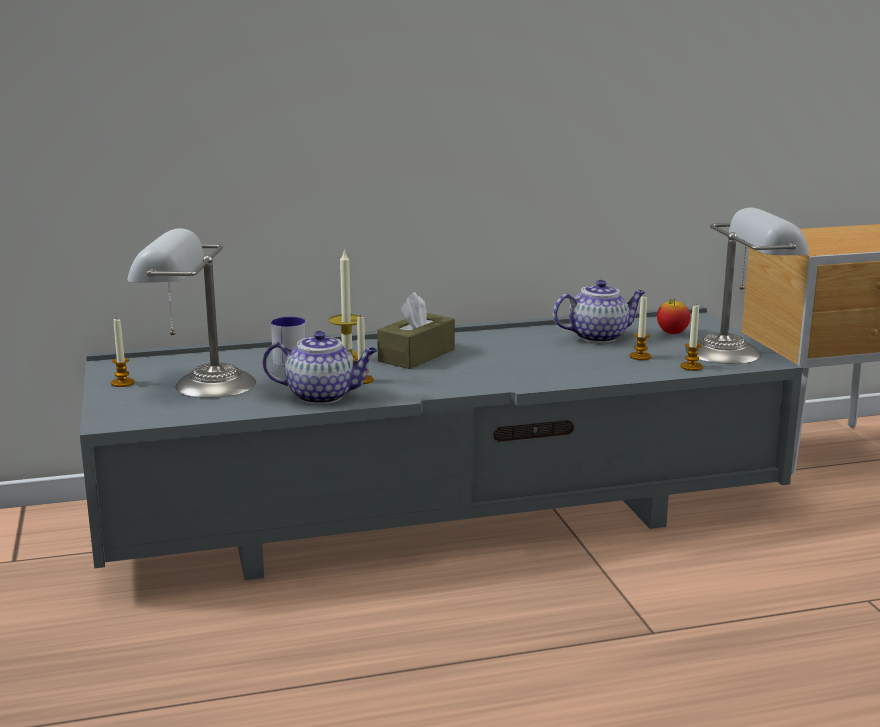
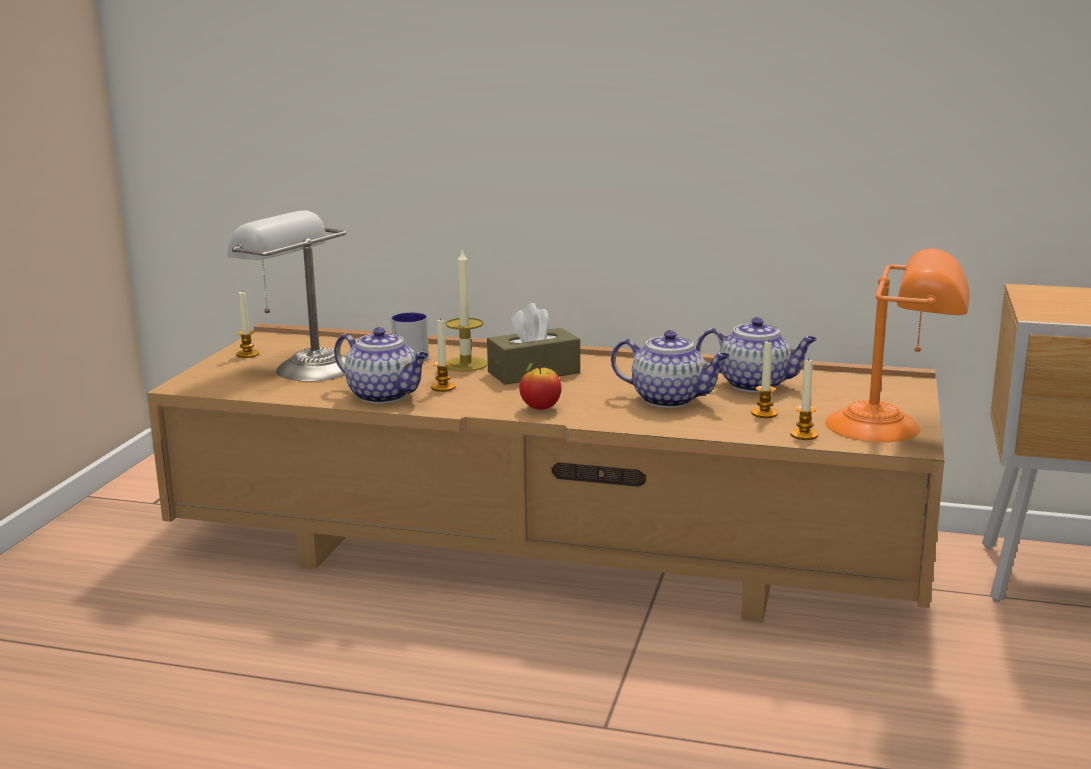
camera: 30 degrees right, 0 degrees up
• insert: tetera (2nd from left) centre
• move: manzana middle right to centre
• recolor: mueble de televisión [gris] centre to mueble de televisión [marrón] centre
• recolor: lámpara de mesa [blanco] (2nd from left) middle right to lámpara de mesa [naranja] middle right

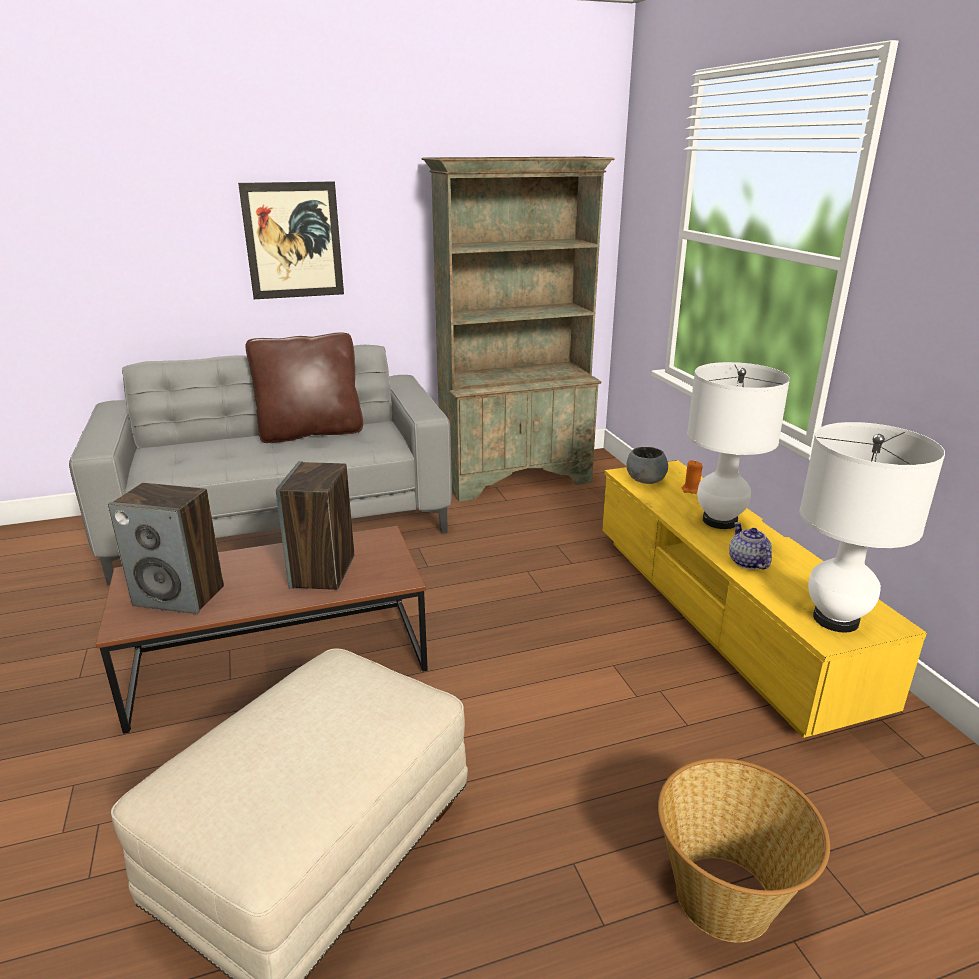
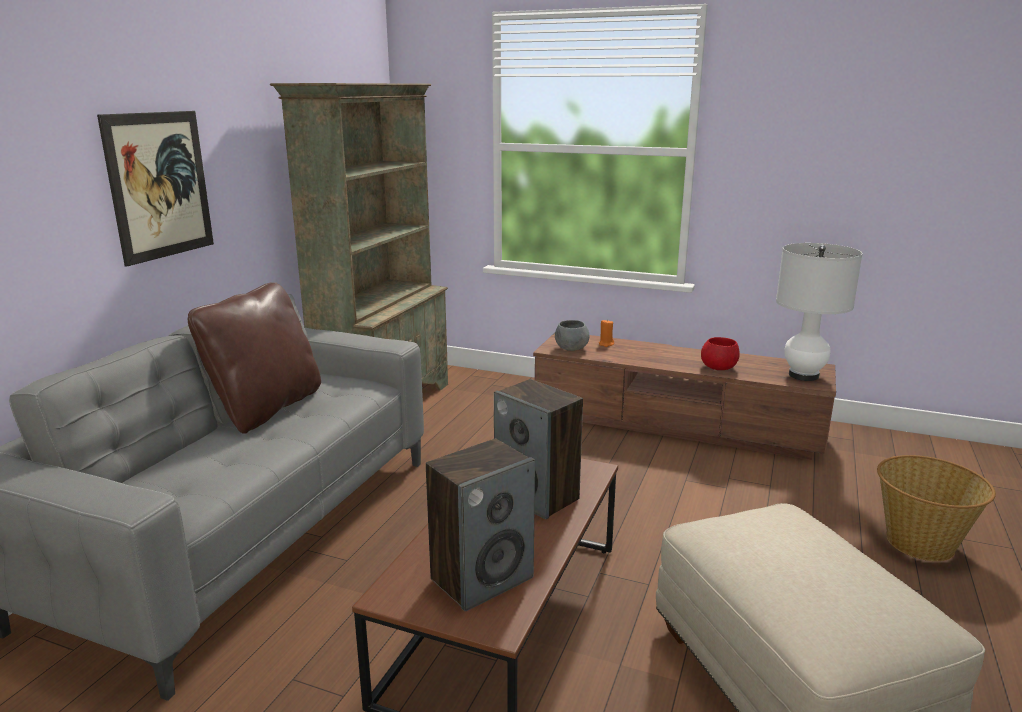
camera: 50 degrees left, 5 degrees down
• delete: lámpara de mesa [blanco] (1st from left) middle right
• replace: tetera middle right to cuenco [rojo] middle right
• recolor: mueble de televisión [amarillo] middle right to mueble de televisión [marrón] middle right

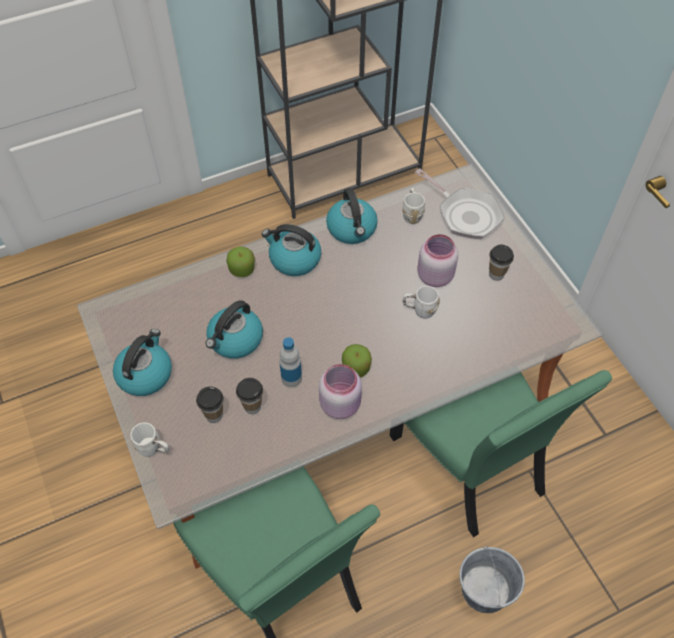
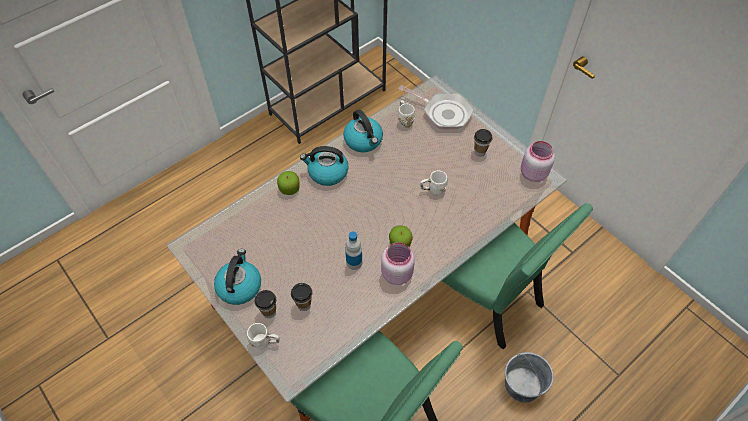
camera: 15 degrees left, 0 degrees up
• delete: hervidor (2nd from left) centre
• move: taza (2nd from left in the first image) centre to taza (1st from left) bottom centre
• move: tarro [rosa] (2nd from left) centre to middle right

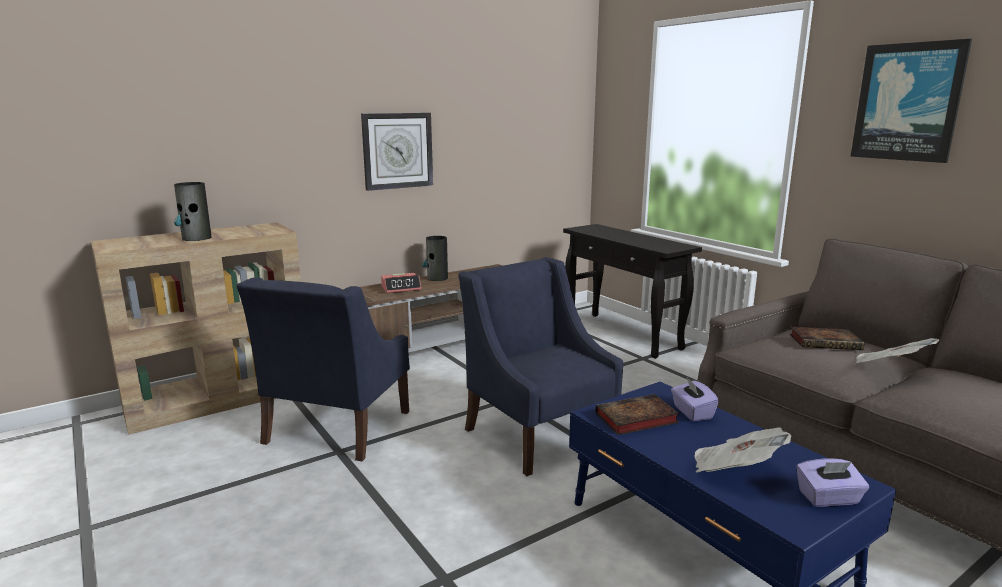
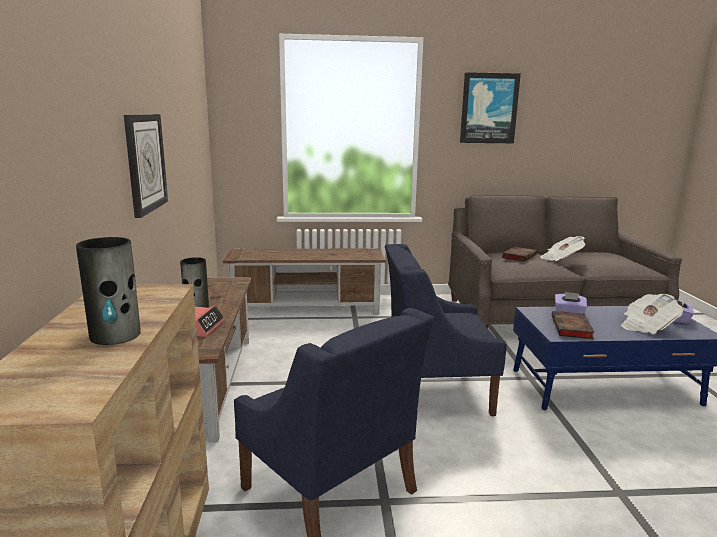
camera: 60 degrees left, 0 degrees up
• replace: mesa consola [negro] centre to mueble de televisión [marrón] (2nd from left) centre

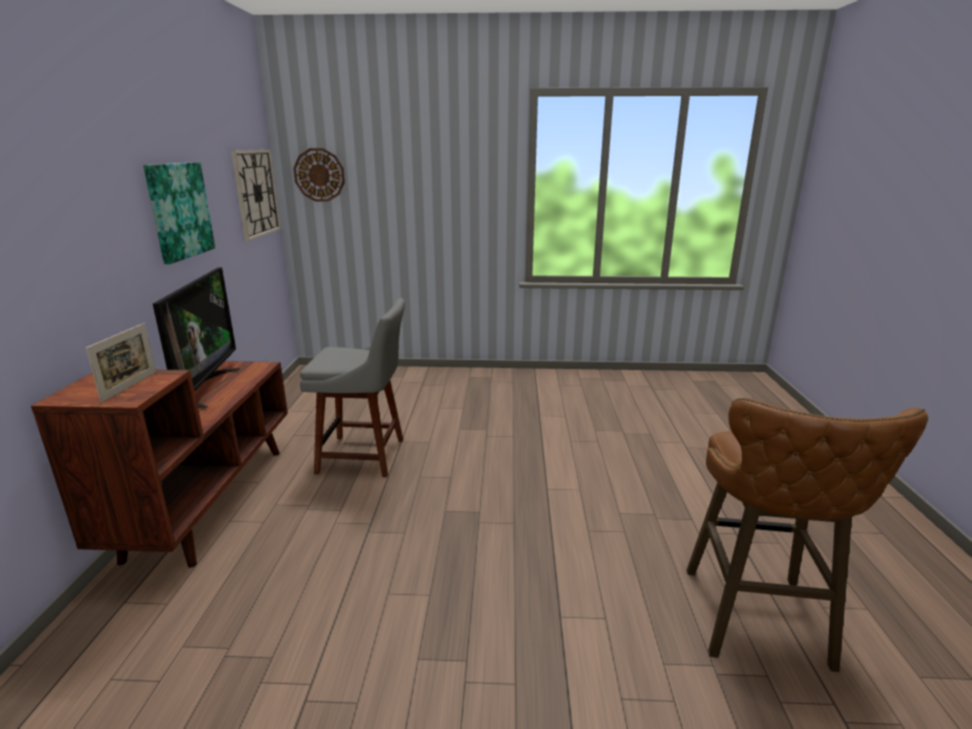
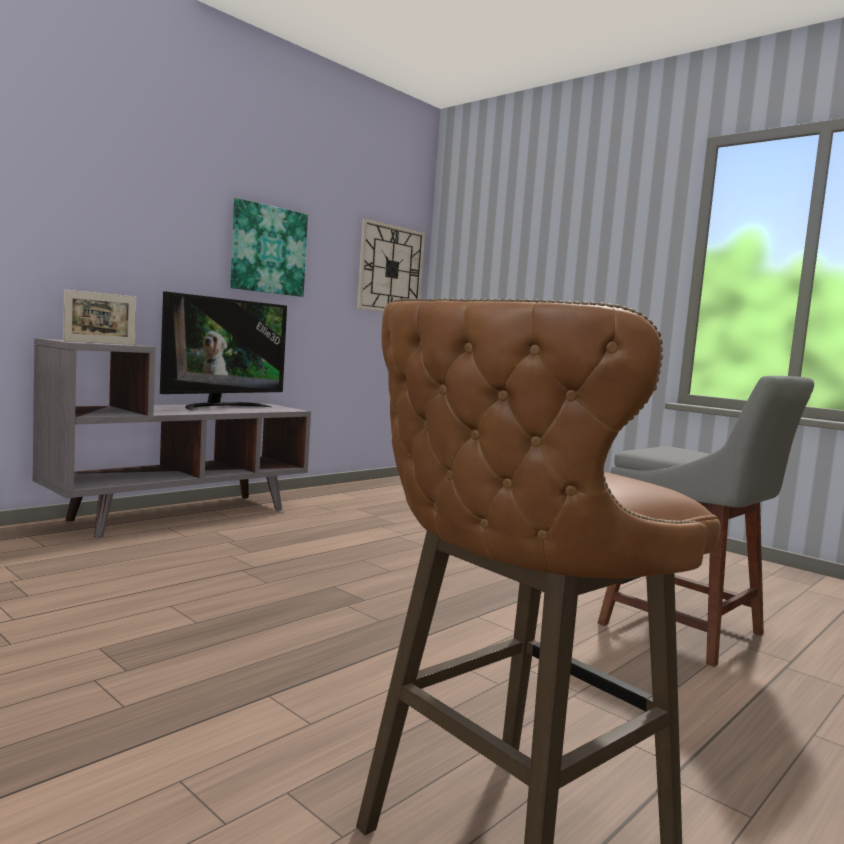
camera: 40 degrees right, 15 degrees down
• delete: reloj de pared (2nd from left) top left
• move: taburete [gris] centre to middle right
• recolor: mueble de televisión [marrón] middle left to mueble de televisión [gris] middle left

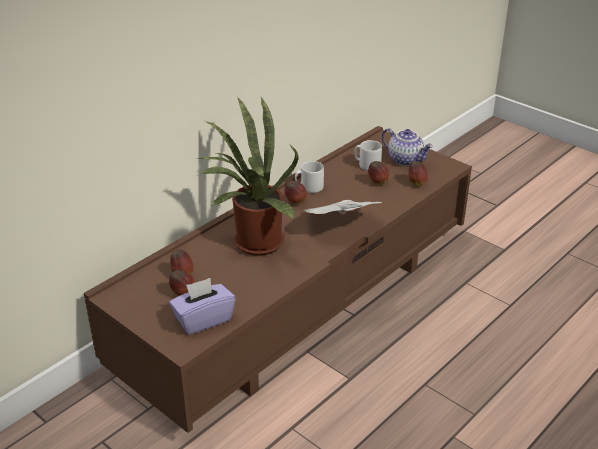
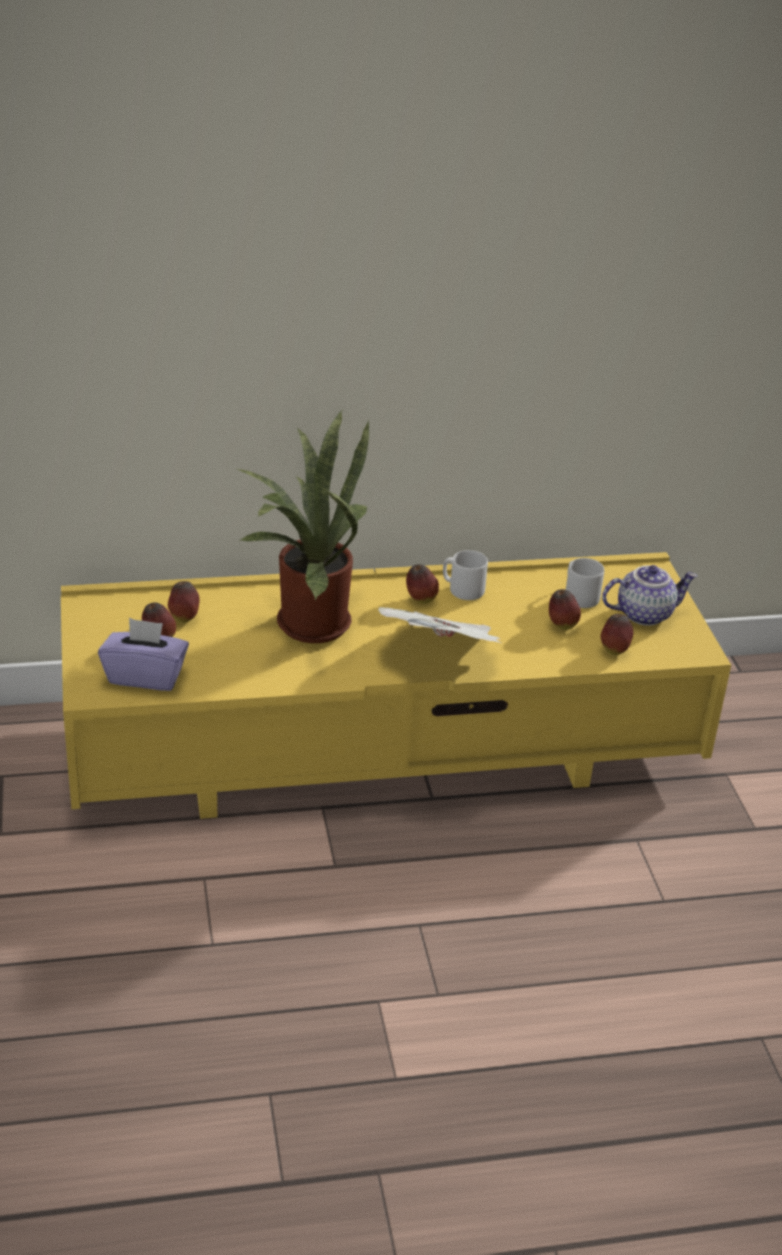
camera: 35 degrees right, 0 degrees up
• recolor: mueble de televisión [marrón] centre to mueble de televisión [amarillo] centre
• rotate: tetera top right = middle right 90 degrees counterclockwise

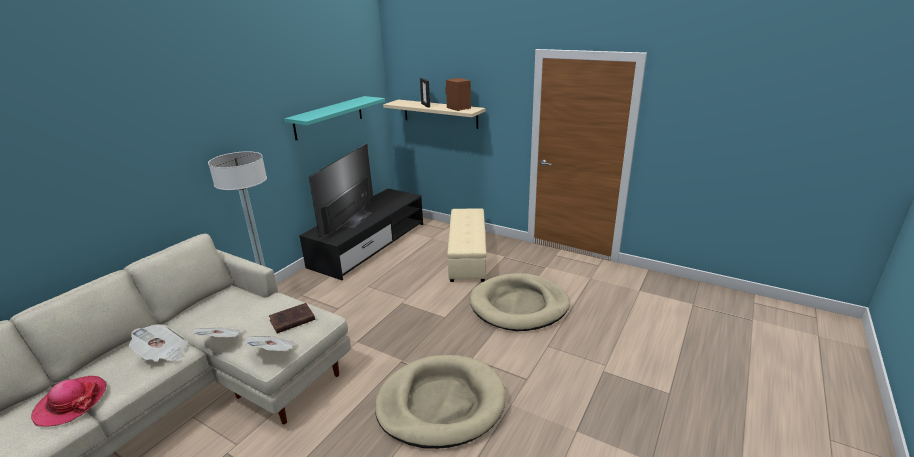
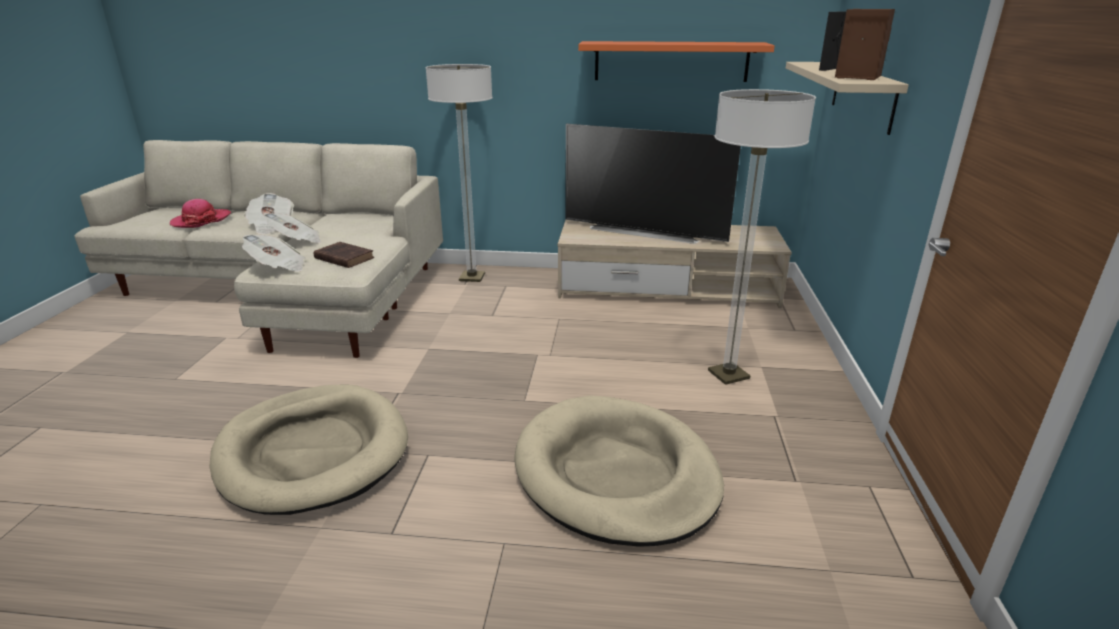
camera: 65 degrees right, 0 degrees up
• replace: puf [beis] centre to lámpara de pie (2nd from left) middle right
• recolor: estante [turquesa] top centre to estante [naranja] top centre
• recolor: mueble de televisión [negro] centre to mueble de televisión [beis] centre
• rotate: televisor centre = top centre 150 degrees counterclockwise

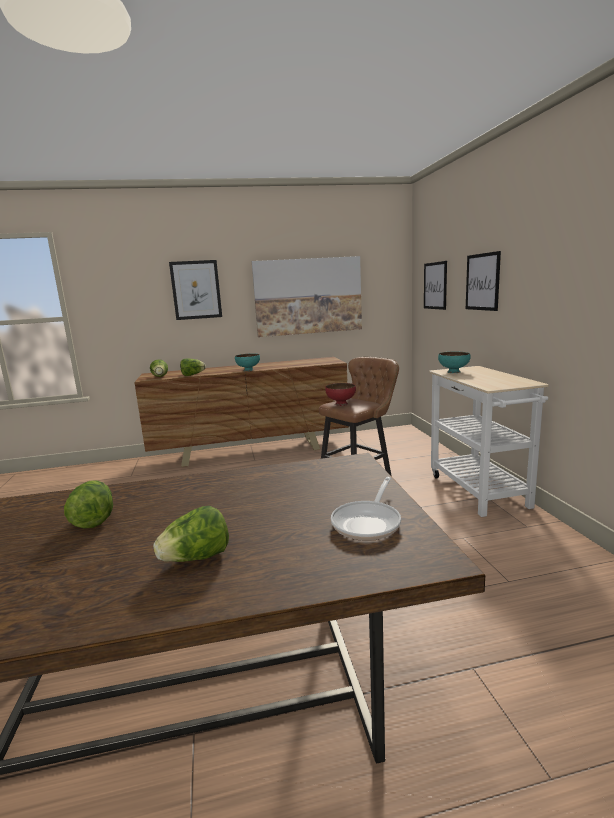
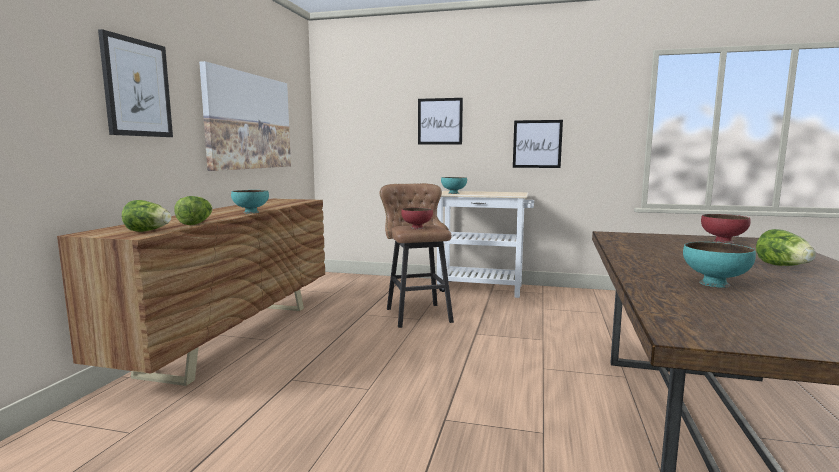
camera: 65 degrees left, 5 degrees down
• move: cuadro (3rd from left in the first image) middle right to cuadro (4th from left) top centre
• replace: lechuga (1st from left) middle left to cuenco [turquesa] (3rd from left) middle right
• replace: sartén centre to cuenco [rojo] (2nd from left) middle right

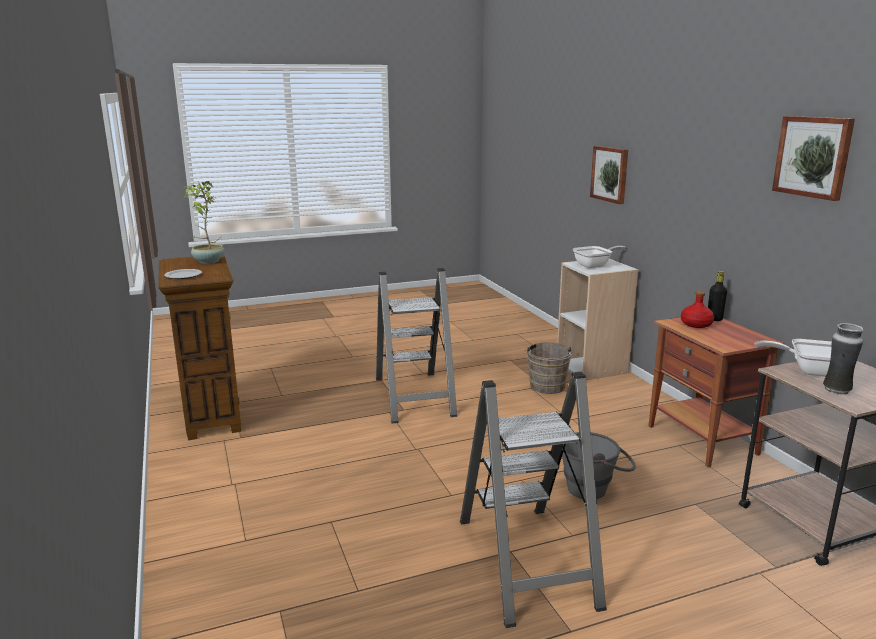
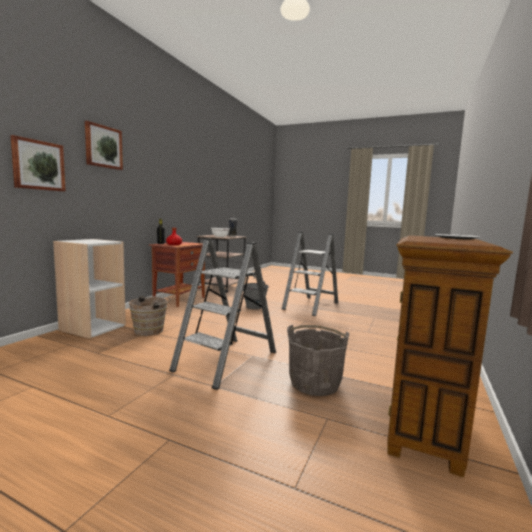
camera: 135 degrees left, 10 degrees down
• delete: planta en maceta middle left
• delete: sartén (1st from left) middle right
• insert: cubo [gris] (2nd from left) bottom centre
• move: cuadro (2nd from left) top right to top left

